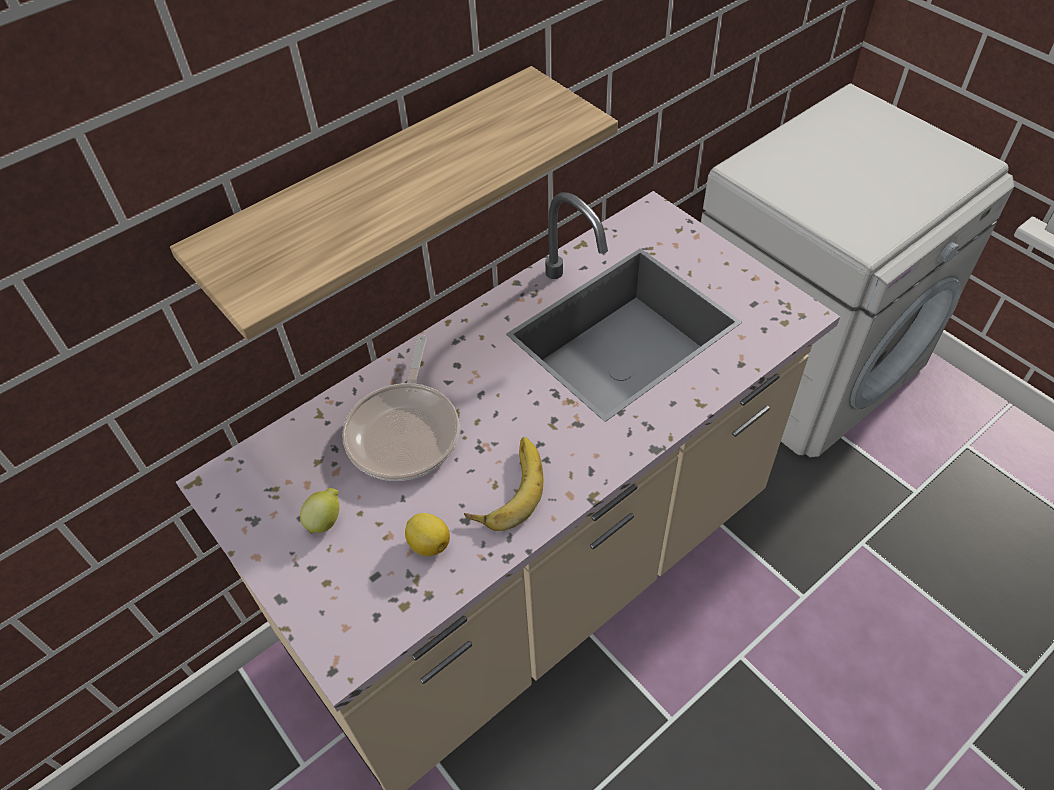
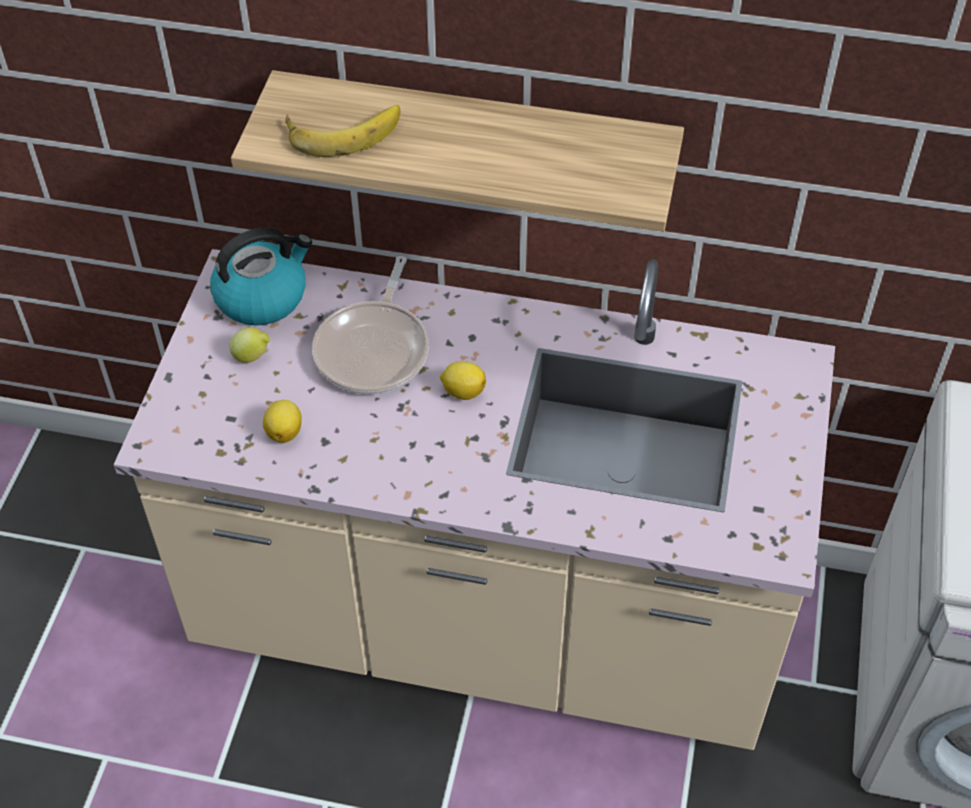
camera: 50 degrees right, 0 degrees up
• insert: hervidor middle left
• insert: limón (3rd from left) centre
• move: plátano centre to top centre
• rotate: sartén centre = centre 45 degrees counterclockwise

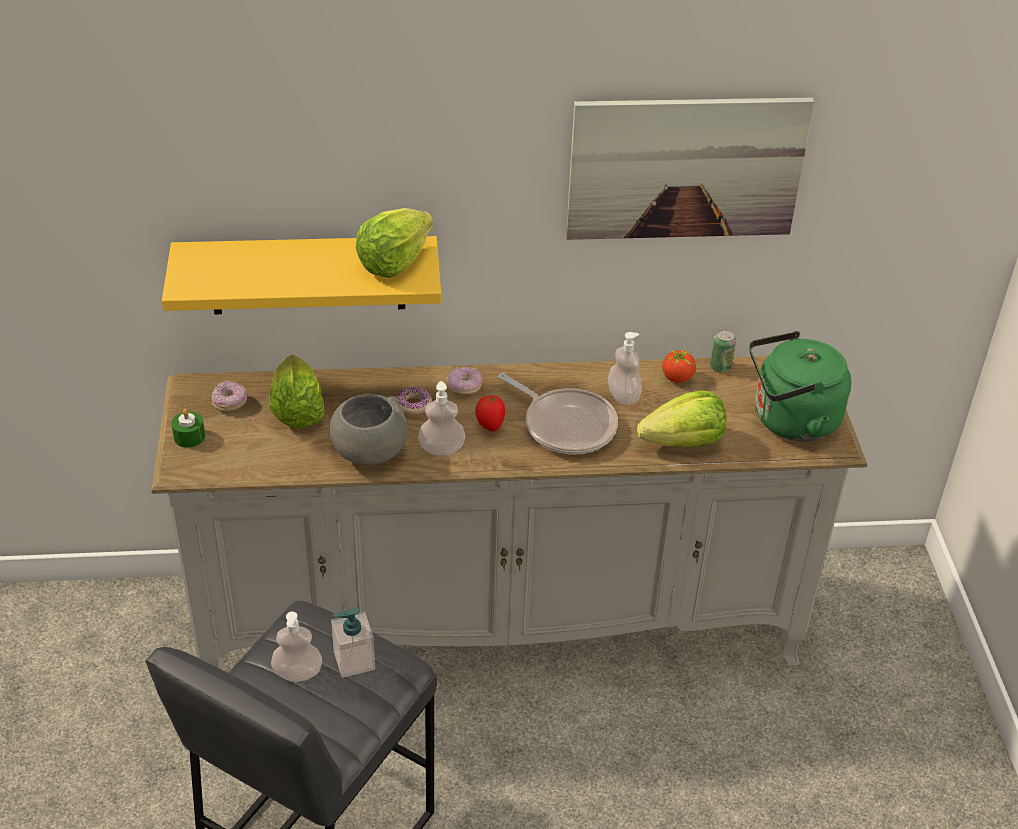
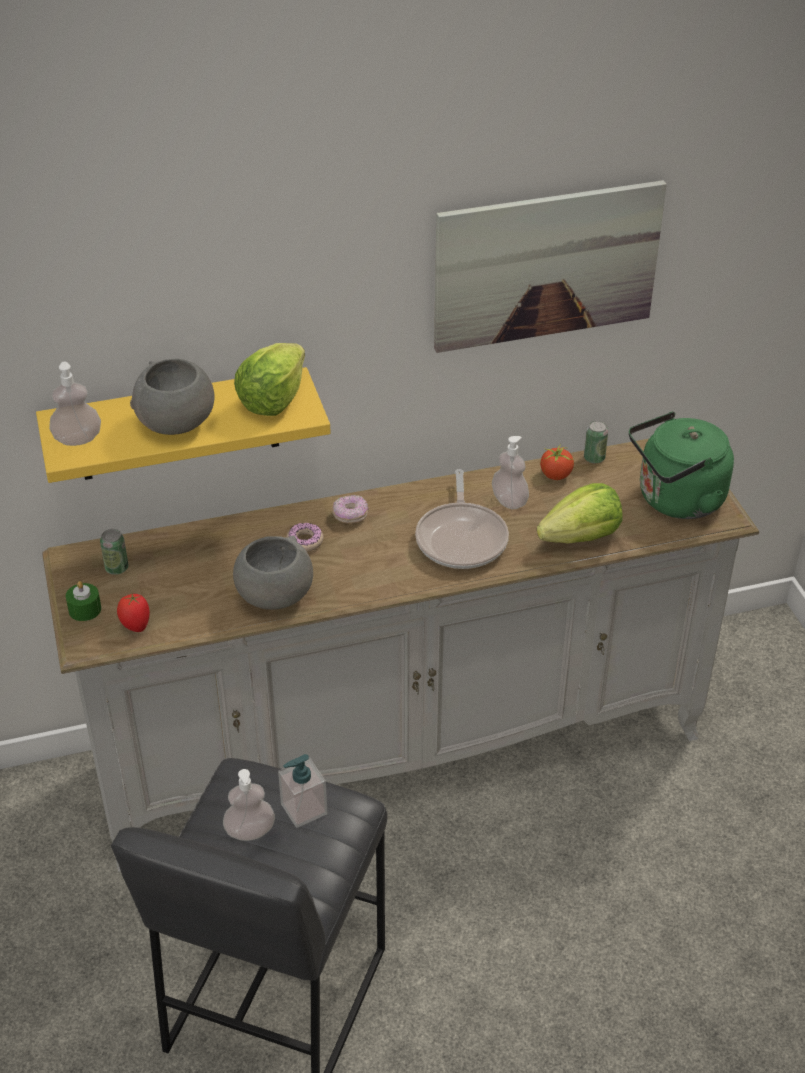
camera: 10 degrees left, 0 degrees up
• delete: lechuga (1st from left) middle left
• insert: cuenco [gris] (1st from left) middle left
• move: dispensador de jabón (3rd from left in the first image) centre to dispensador de jabón (1st from left) middle left
• move: tomate (1st from left) centre to middle left
• replace: rosquilla (1st from left) middle left to lata (1st from left) middle left
• rotate: sartén centre = centre 60 degrees clockwise

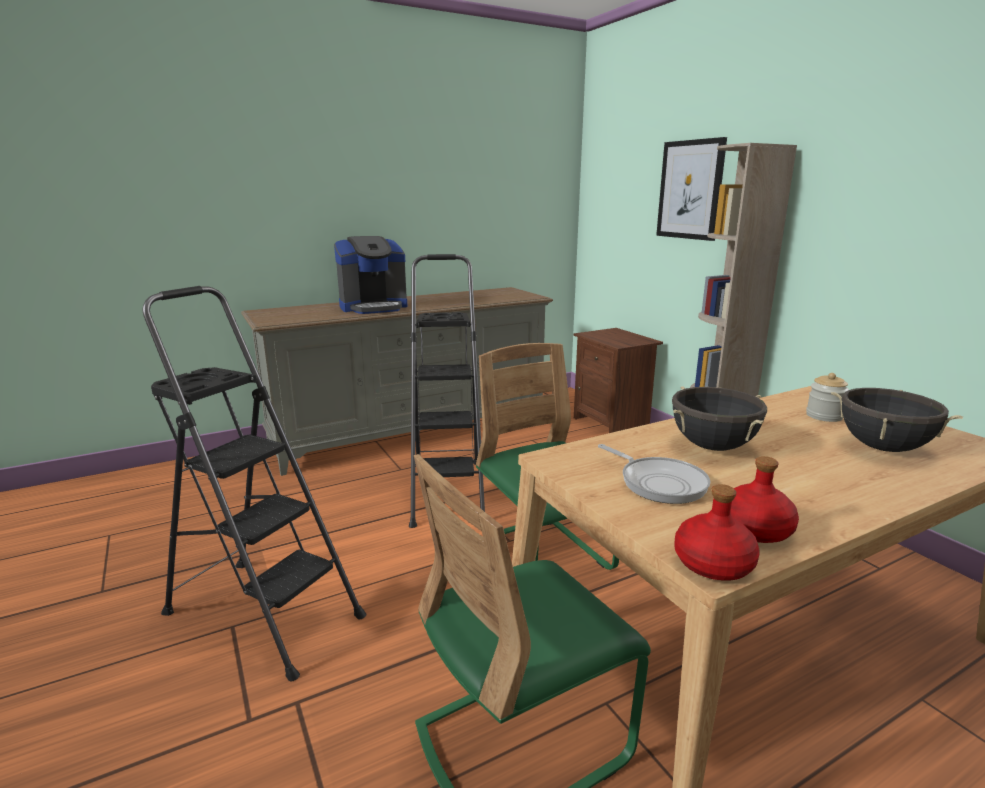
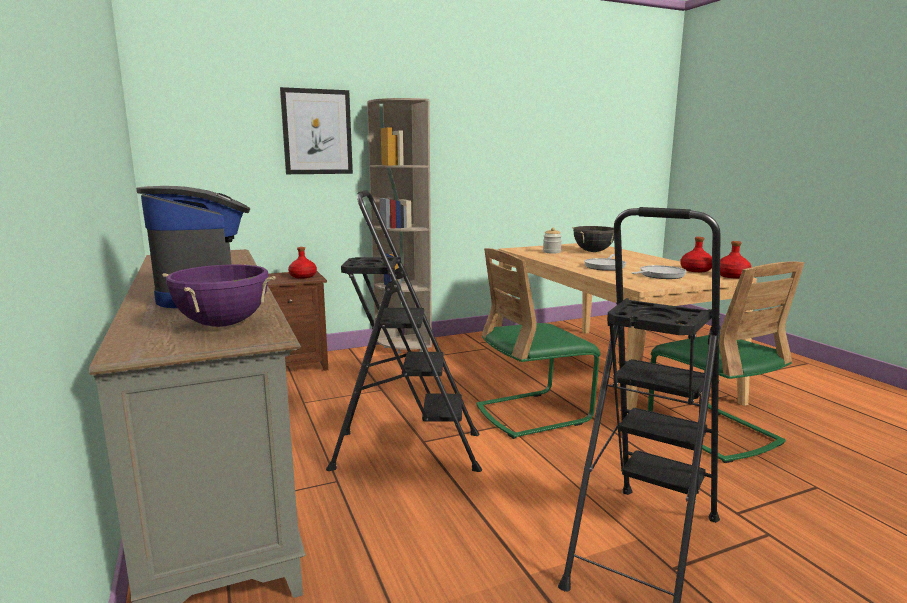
camera: 85 degrees left, 5 degrees down
• insert: olla [morado] middle left
• insert: botella [rojo] (1st from left) middle left
• replace: olla [negro] (1st from left) middle right to sartén (1st from left) middle right

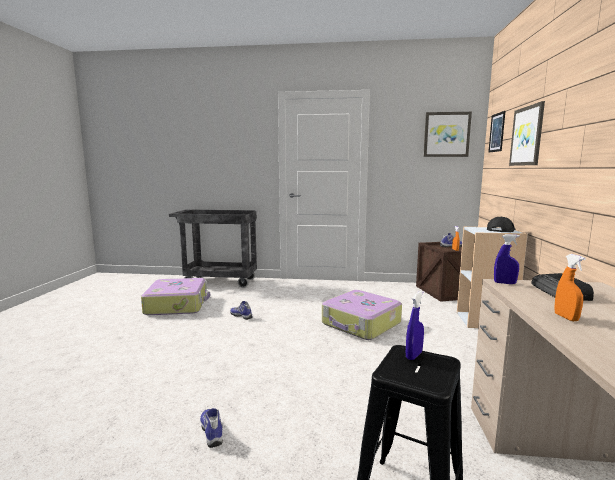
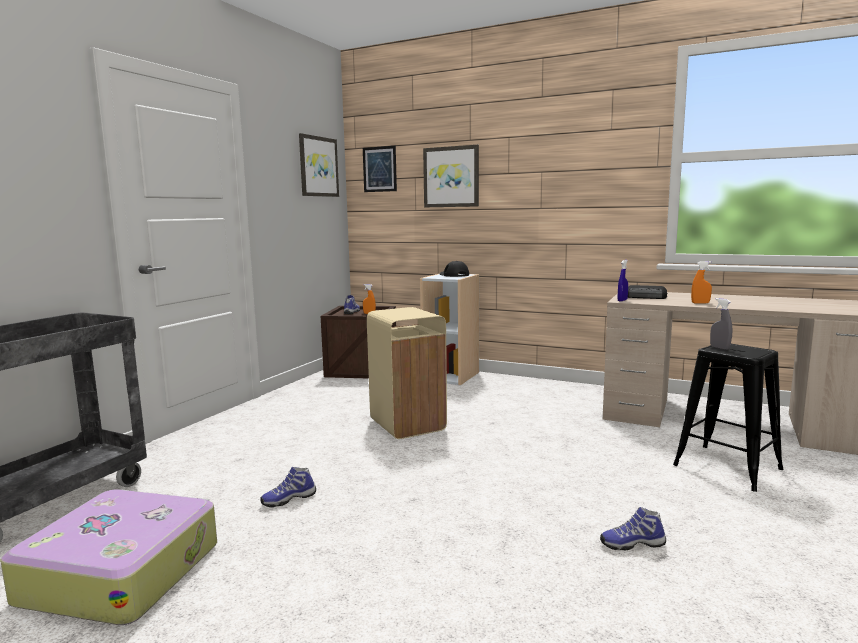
camera: 70 degrees left, 0 degrees up
• replace: maleta (2nd from left) centre to papelera [beis] centre
• recolor: pulverizador [azul] (1st from left) bottom right to pulverizador [gris] middle right

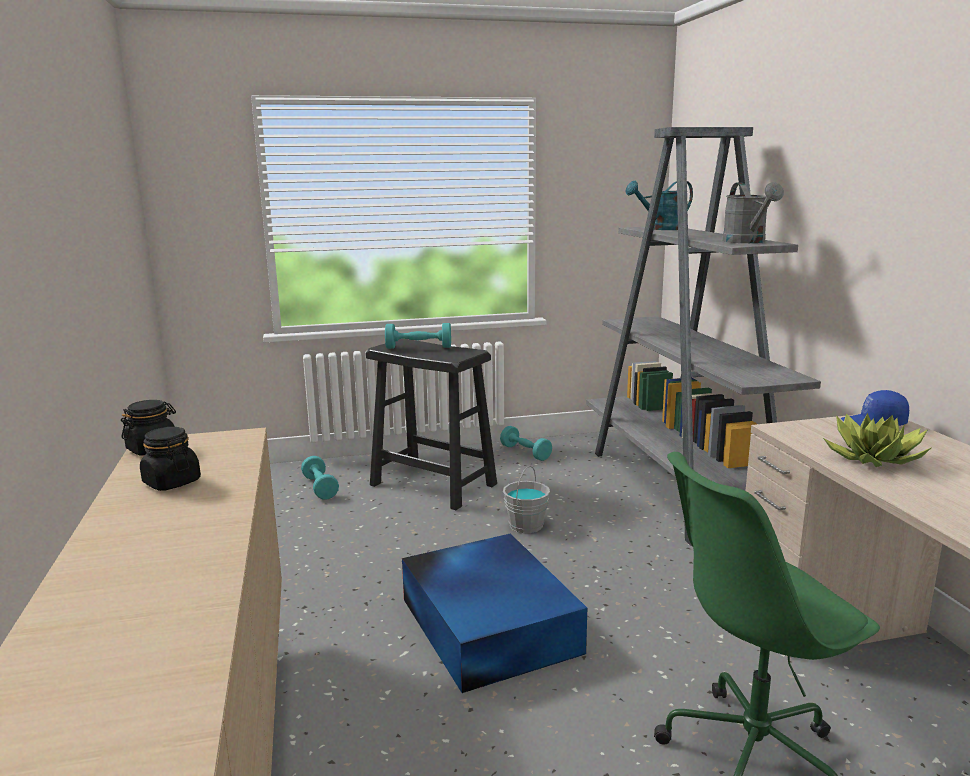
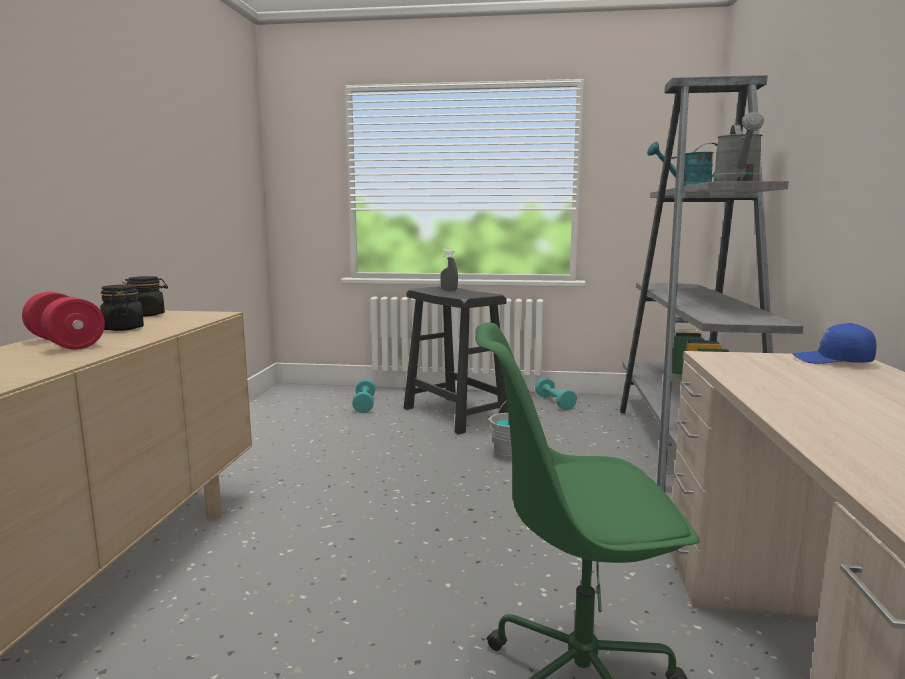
camera: 20 degrees right, 5 degrees down
• delete: caja de almacenaje [azul] bottom centre
• delete: planta en maceta middle right
• insert: mancuerna [rojo] middle left
• replace: mancuerna [turquesa] (2nd from left) centre to pulverizador [gris] centre

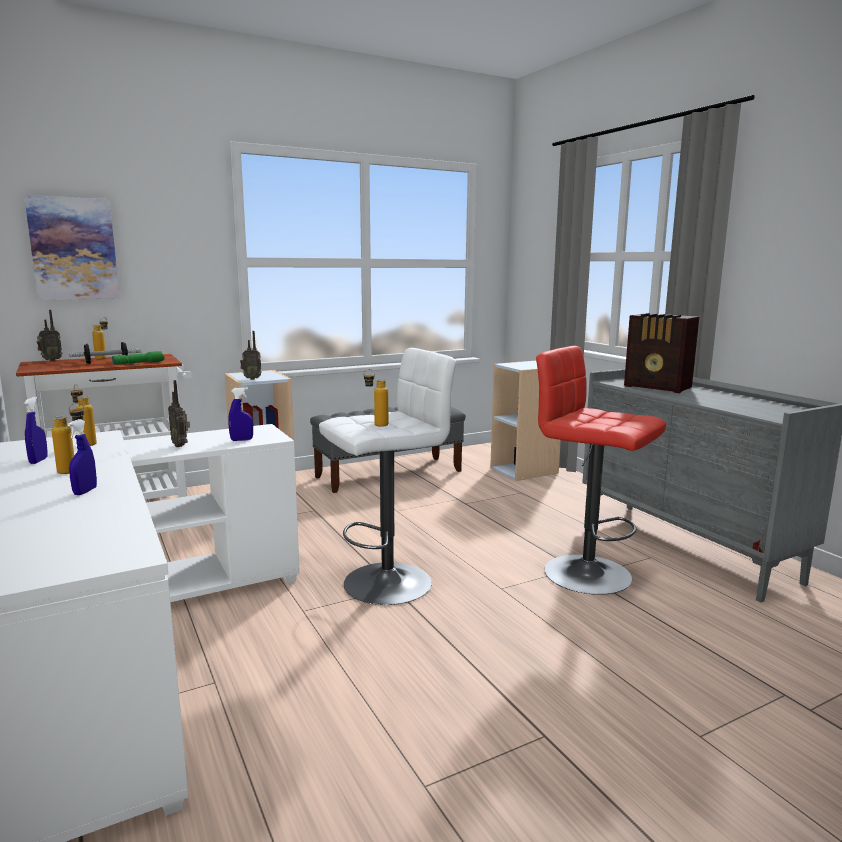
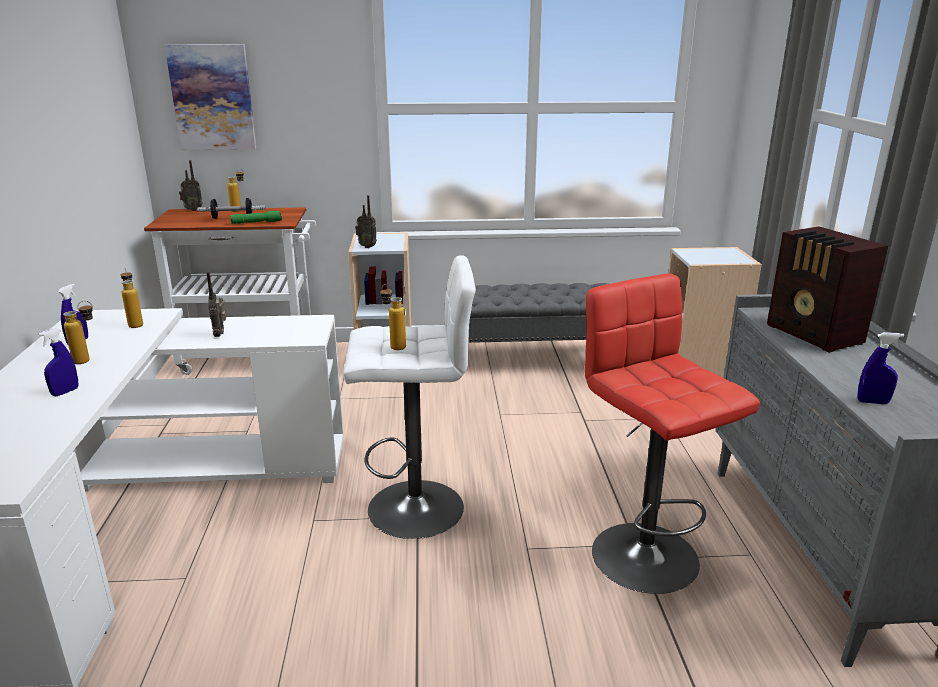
camera: 25 degrees right, 10 degrees up
• move: pulverizador [azul] (3rd from left) middle left to middle right

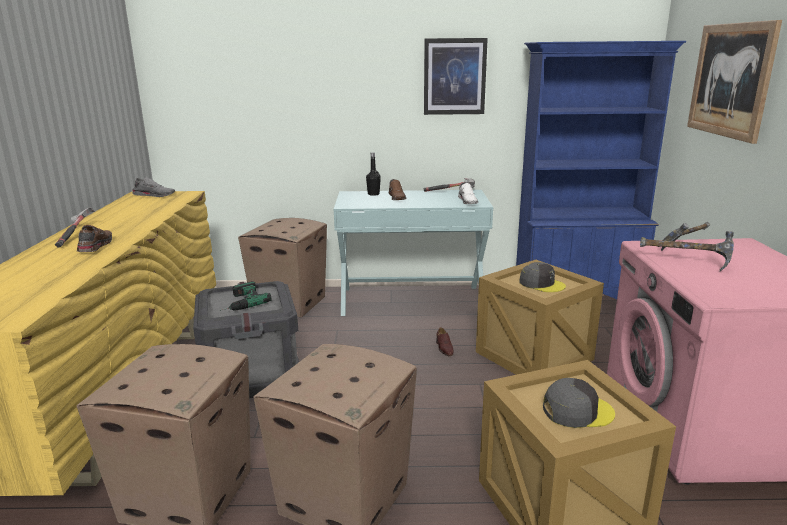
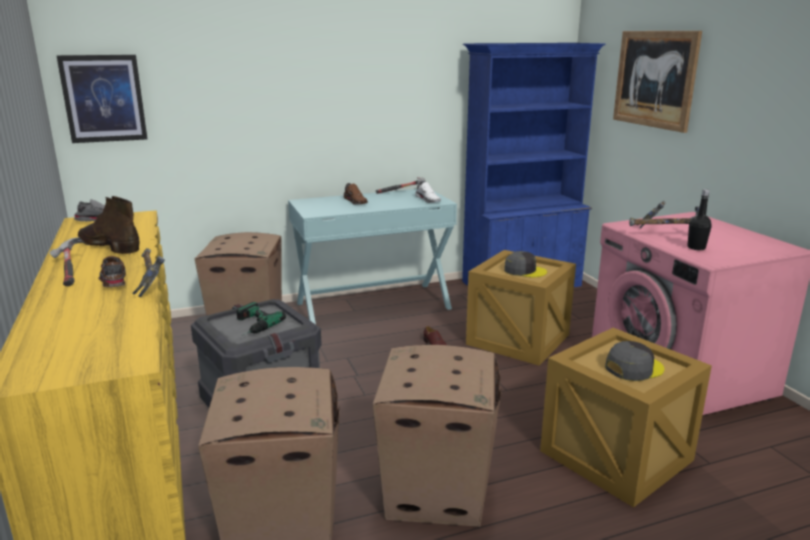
camera: 20 degrees left, 0 degrees up
• insert: bota [marrón] middle left
• insert: martillo (2nd from left) middle left
• move: botella [negro] top centre to middle right
• move: cuadro (1st from left) top centre to top left

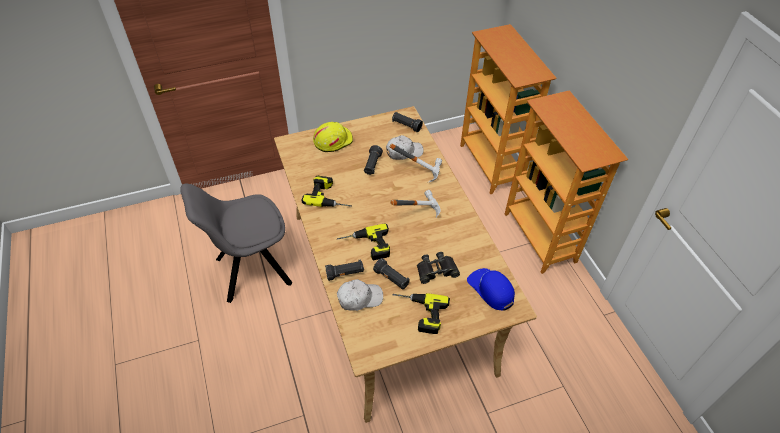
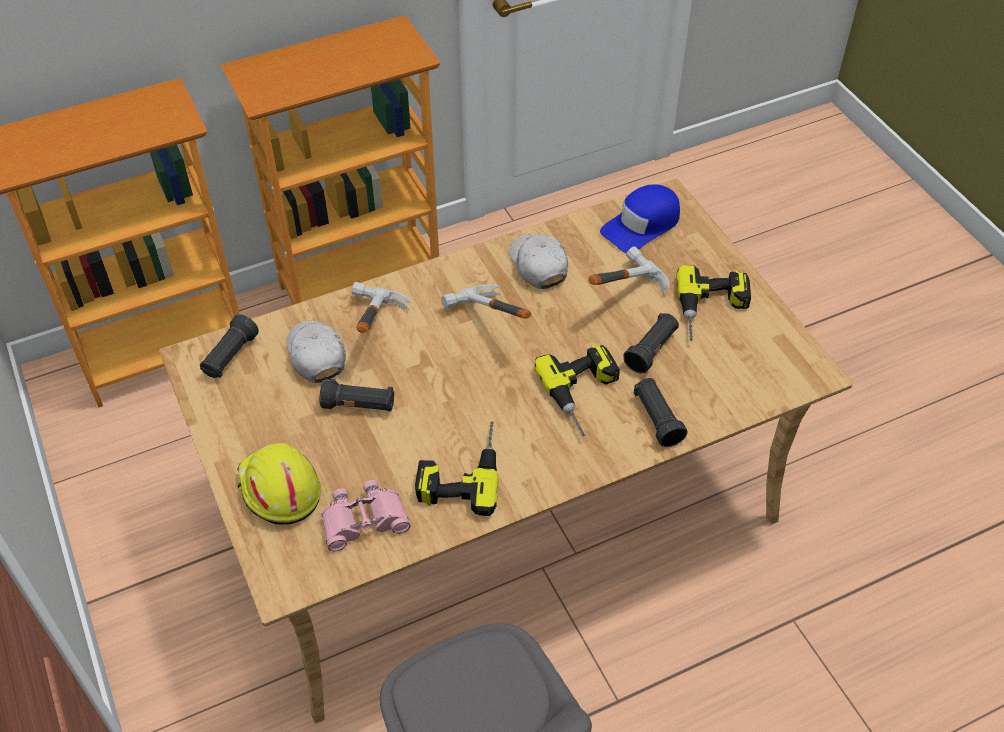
camera: 95 degrees left, 0 degrees up
• insert: prismáticos [rosa] bottom centre
• move: gorra [blanco] (1st from left in the first image) bottom centre to gorra [blanco] (2nd from left) centre
• replace: prismáticos [negro] centre to martillo (3rd from left) centre

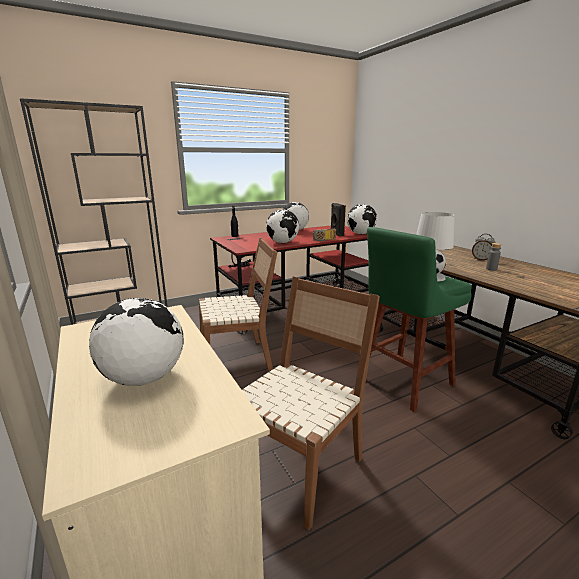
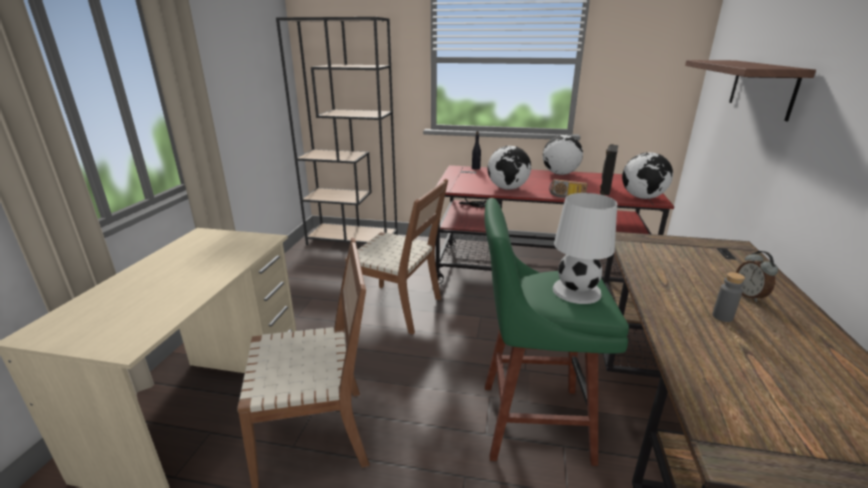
camera: 40 degrees right, 5 degrees up
• delete: globo terráqueo (1st from left) middle left
• insert: estante top right

